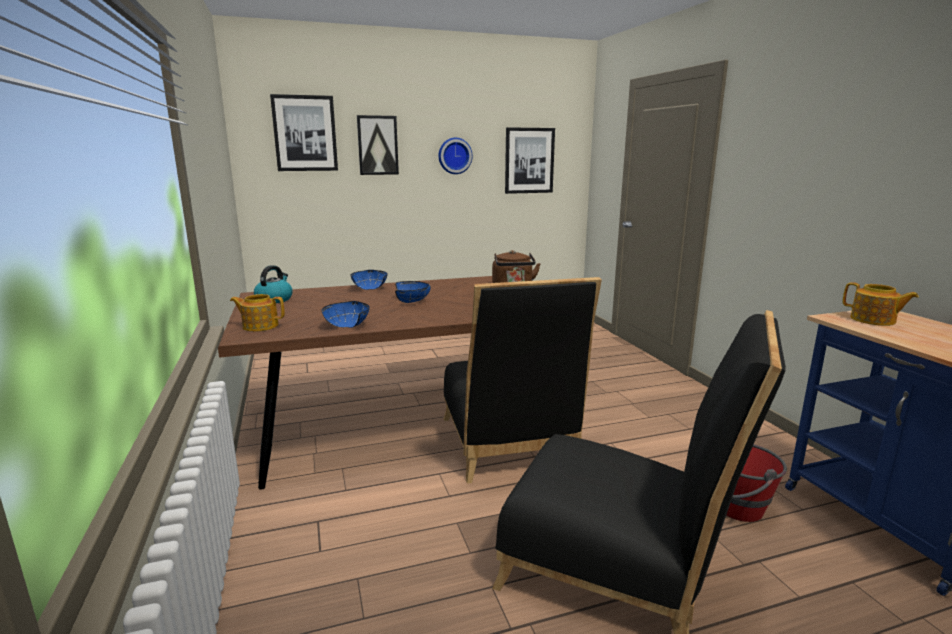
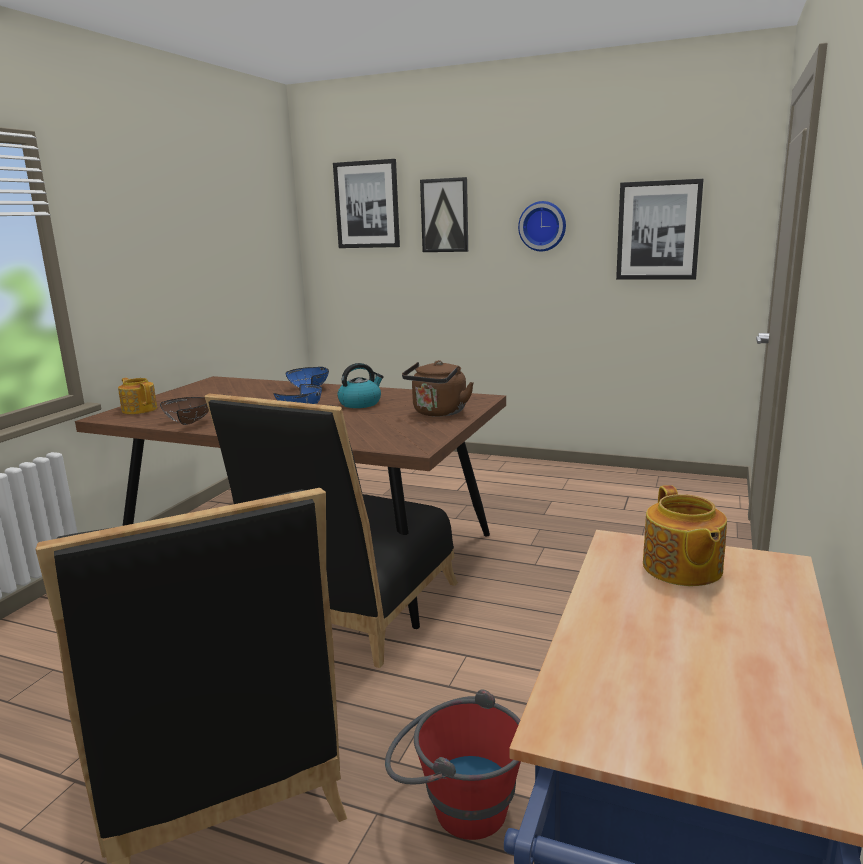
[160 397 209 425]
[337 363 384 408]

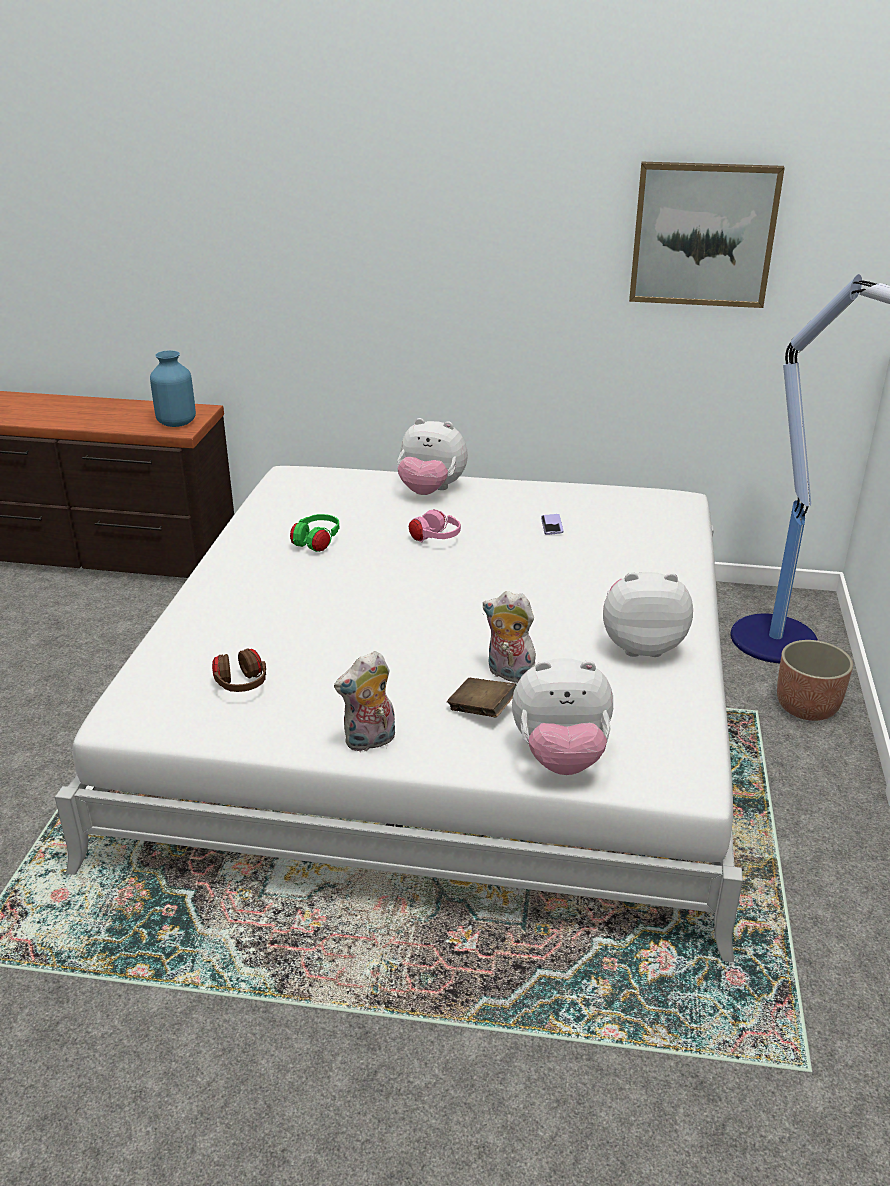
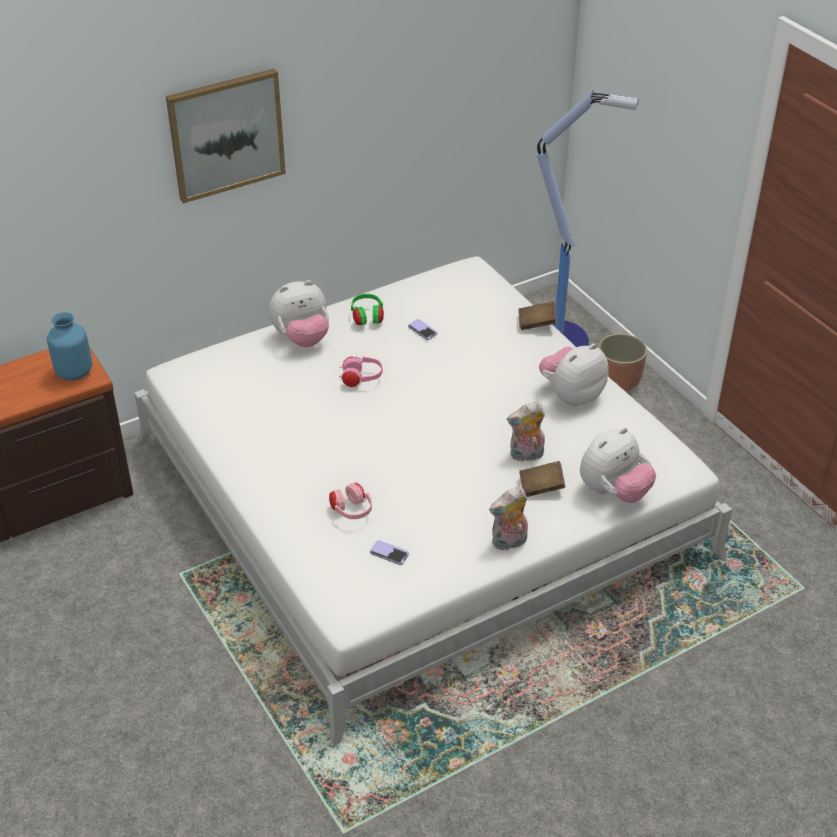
[166 69 286 204]
[329 483 372 519]
[351 294 384 326]
[370 540 409 565]
[489 486 528 551]
[519 301 557 330]

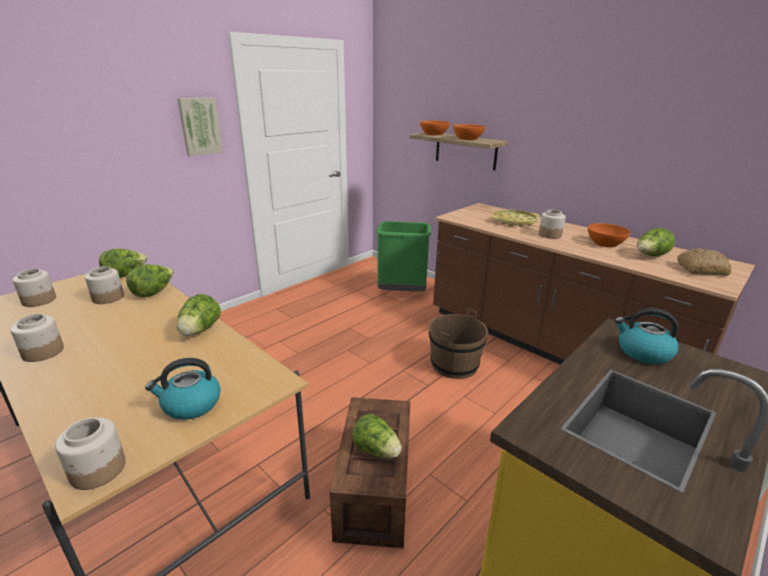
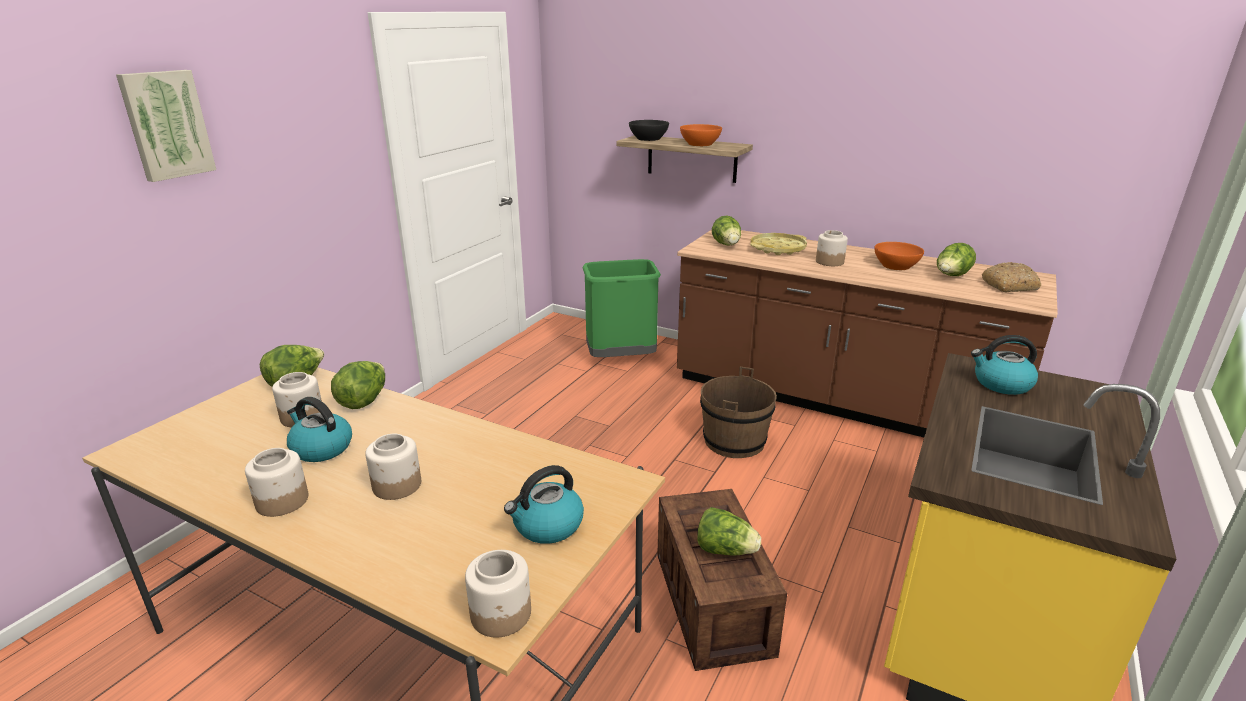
[116 70 216 182]
[287 397 352 462]
[365 434 421 500]
[629 120 669 141]
[712 215 741 246]

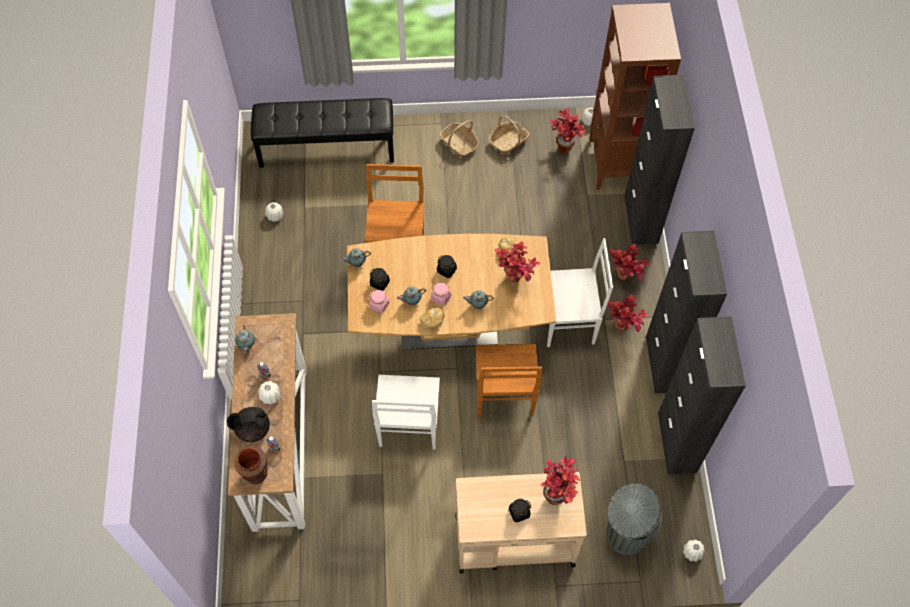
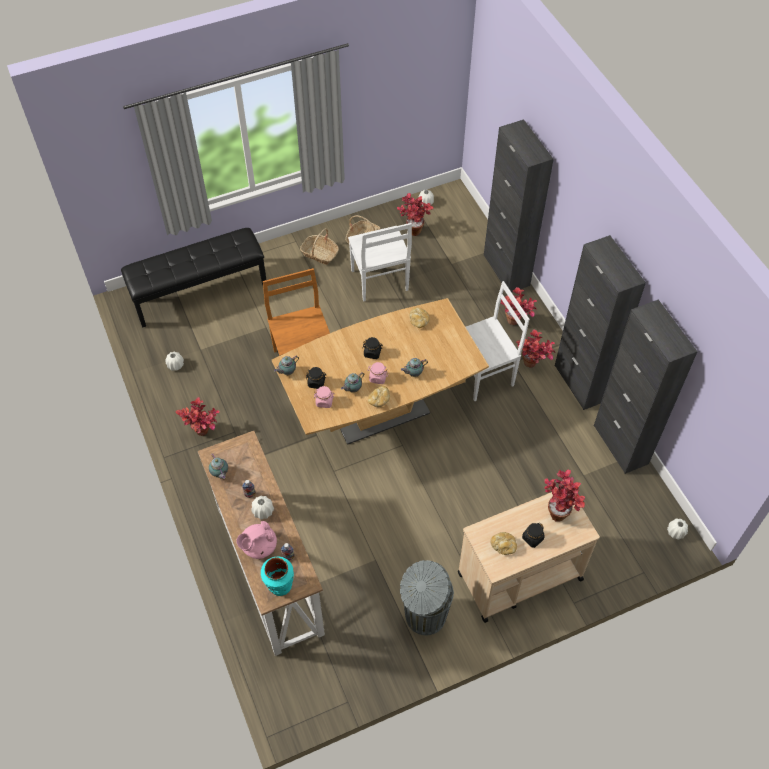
[175 397 220 436]
[236 521 277 559]
[261 557 294 596]
[348 223 412 302]
[400 560 454 635]
[490 532 517 555]
[476 344 542 417] (first image)
[589 3 681 190] (first image)

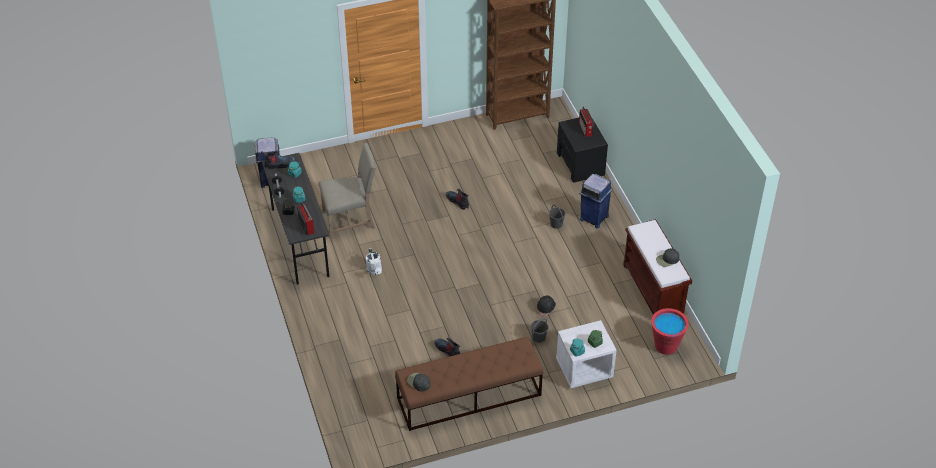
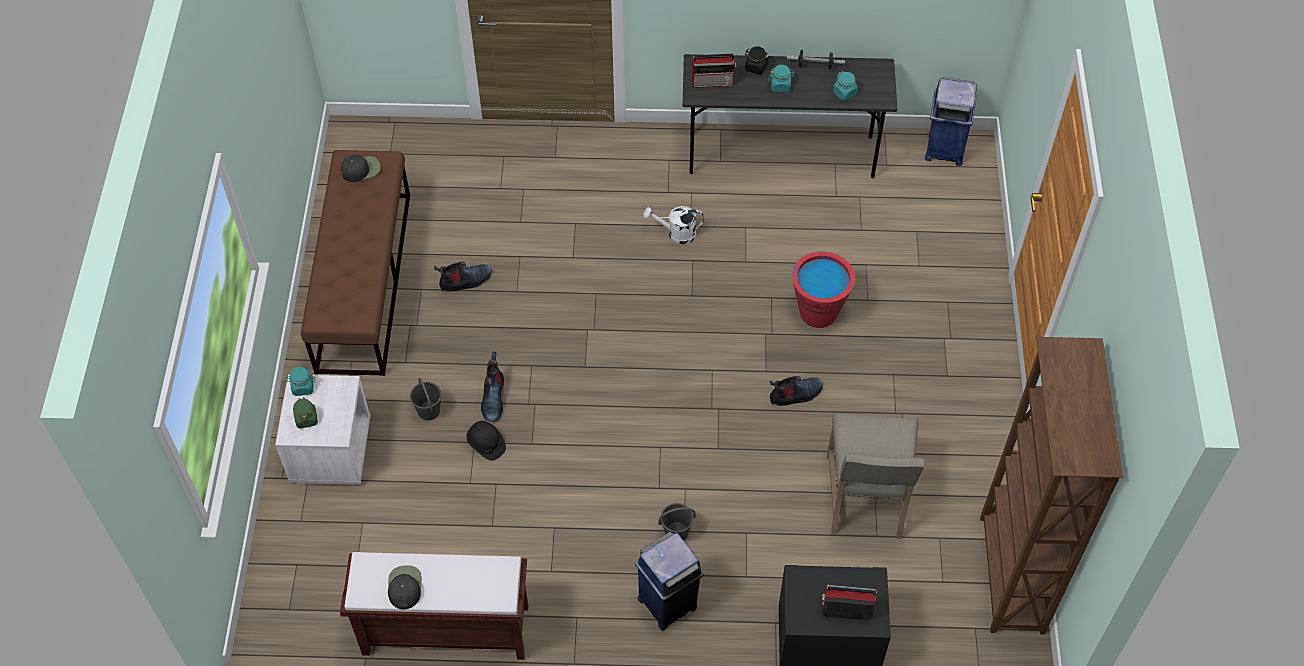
[481 351 504 422]
[792 251 855 328]
[827 413 925 539]

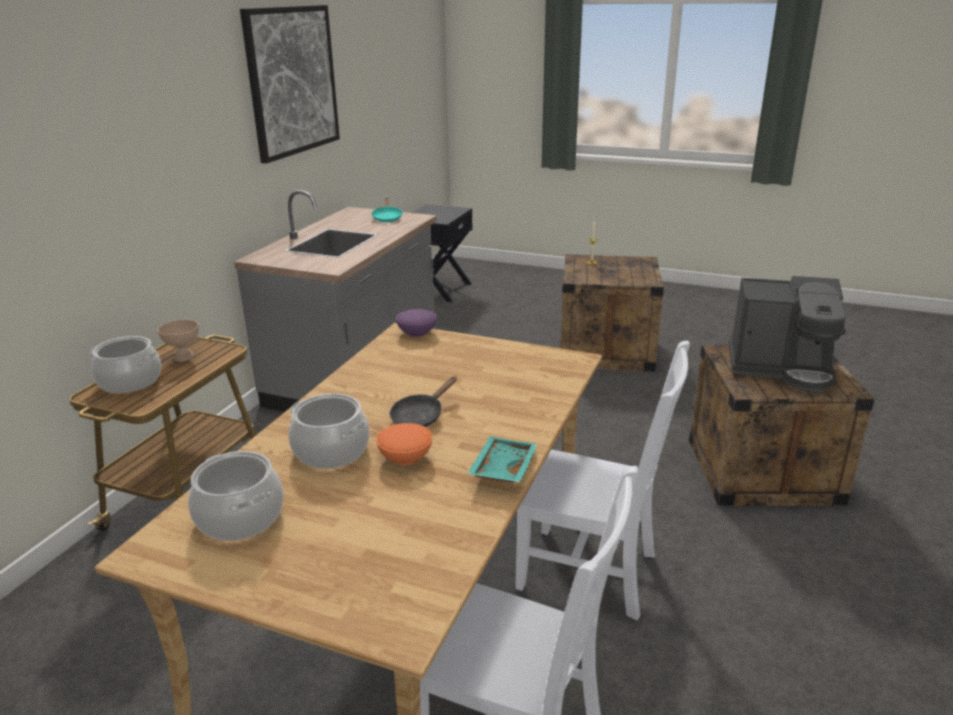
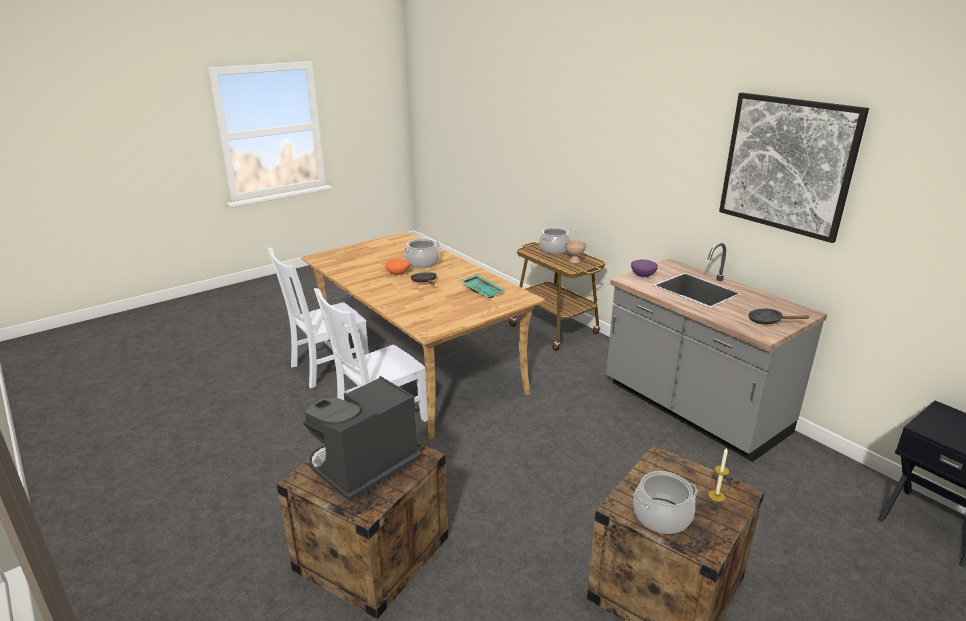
[461 274 504 298]
[631 259 658 278]
[633 471 698 534]
[748 308 809 324]

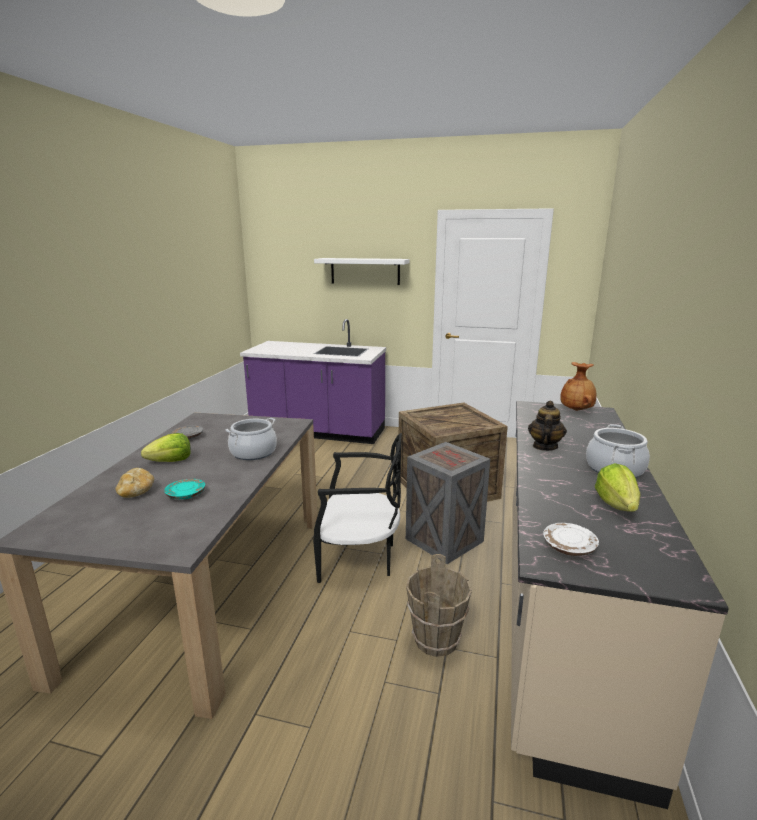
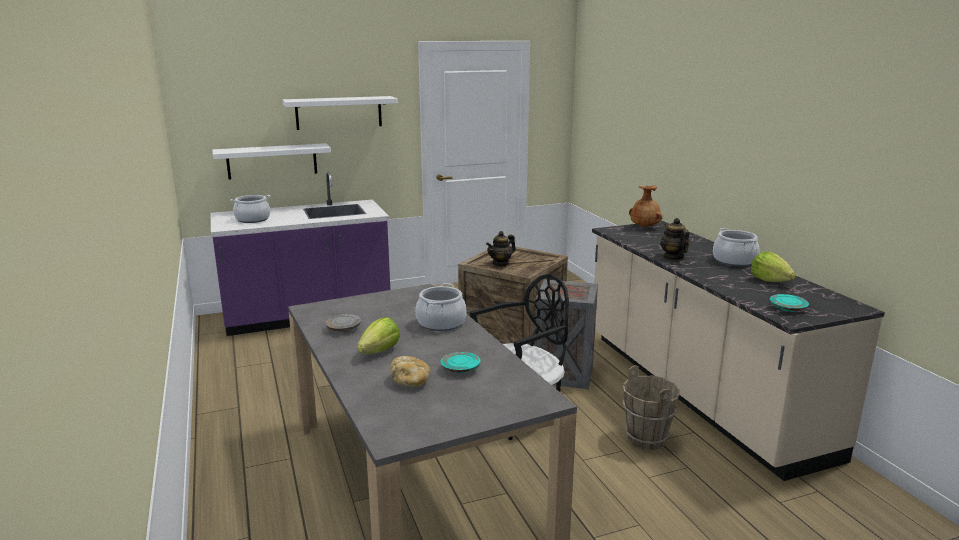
[213 143 331 179]
[230 195 270 223]
[486 231 516 267]
[770 294 809 312]

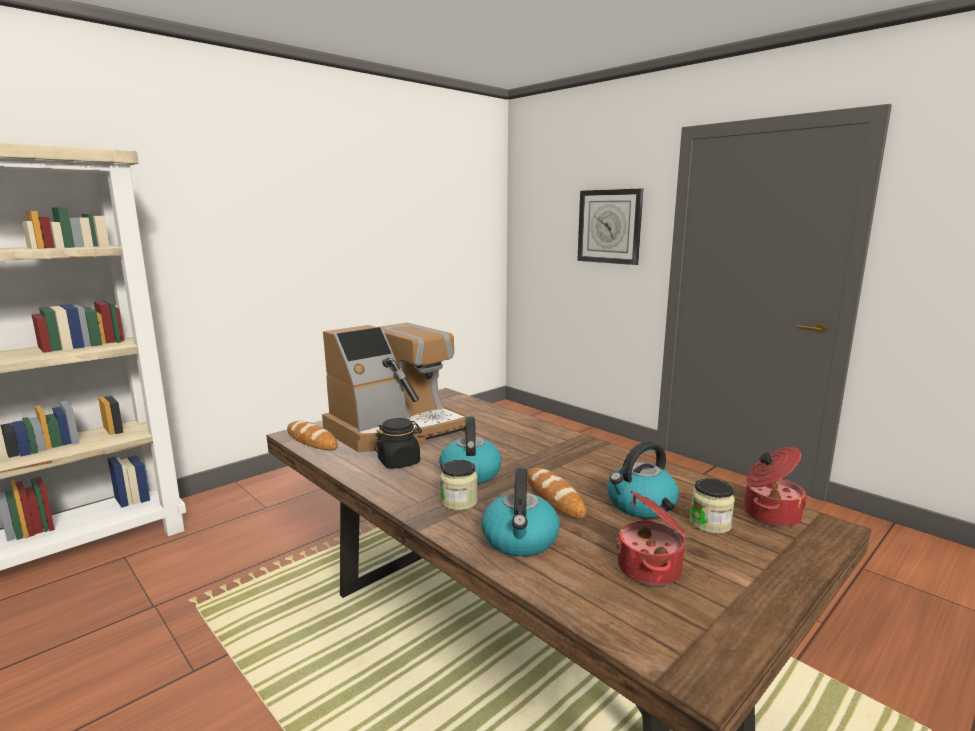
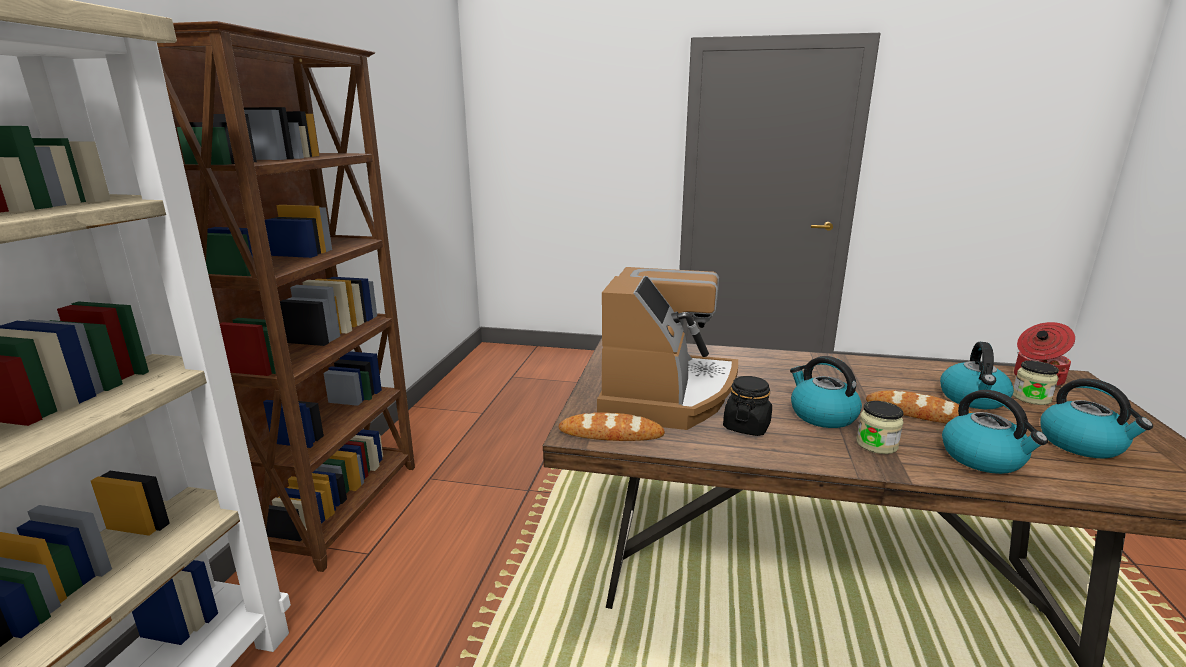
[157 21 415 572]
[1040 378 1153 459]
[577 189 643 265] (first image)

